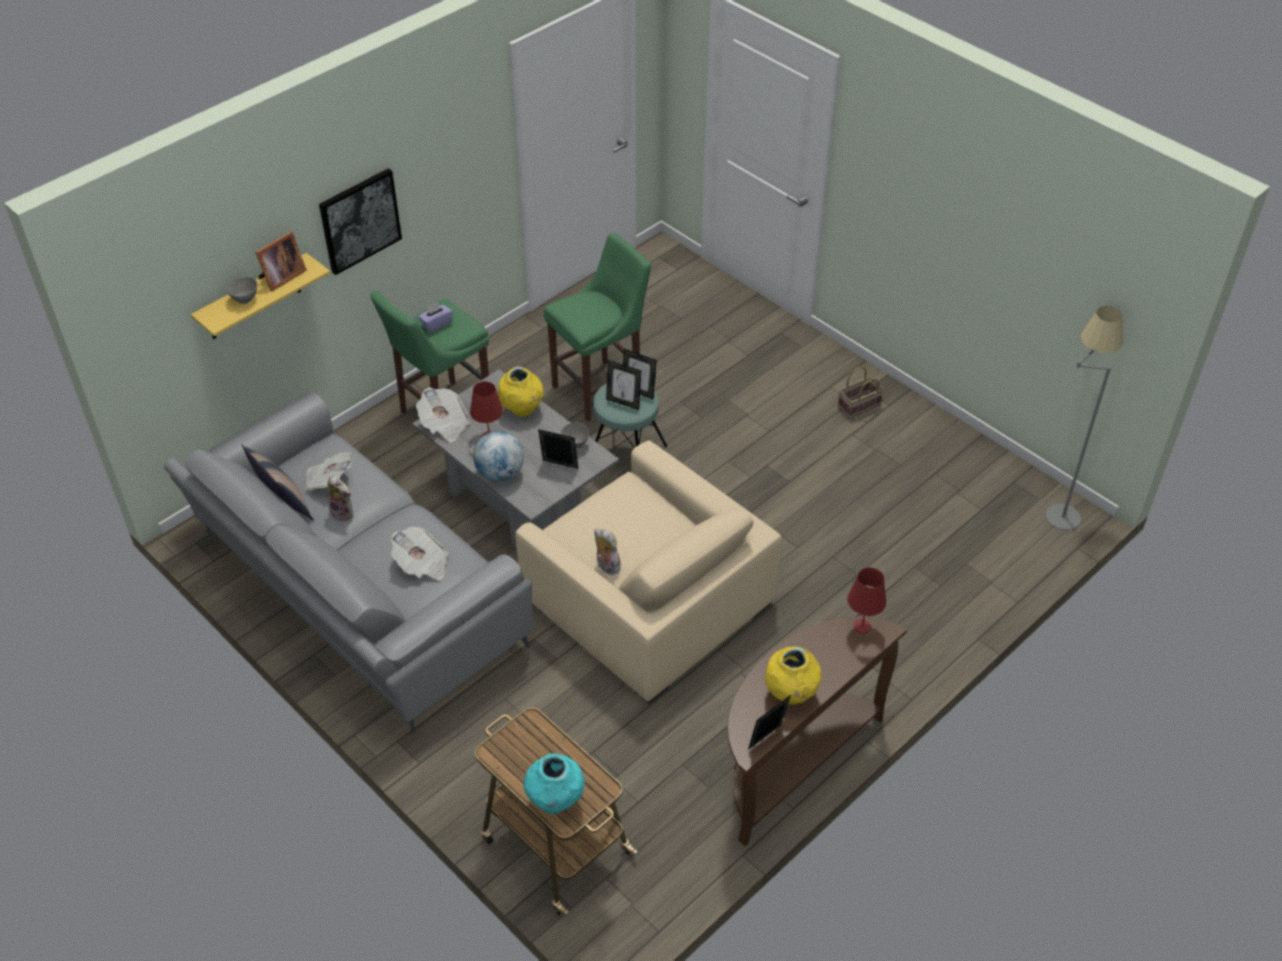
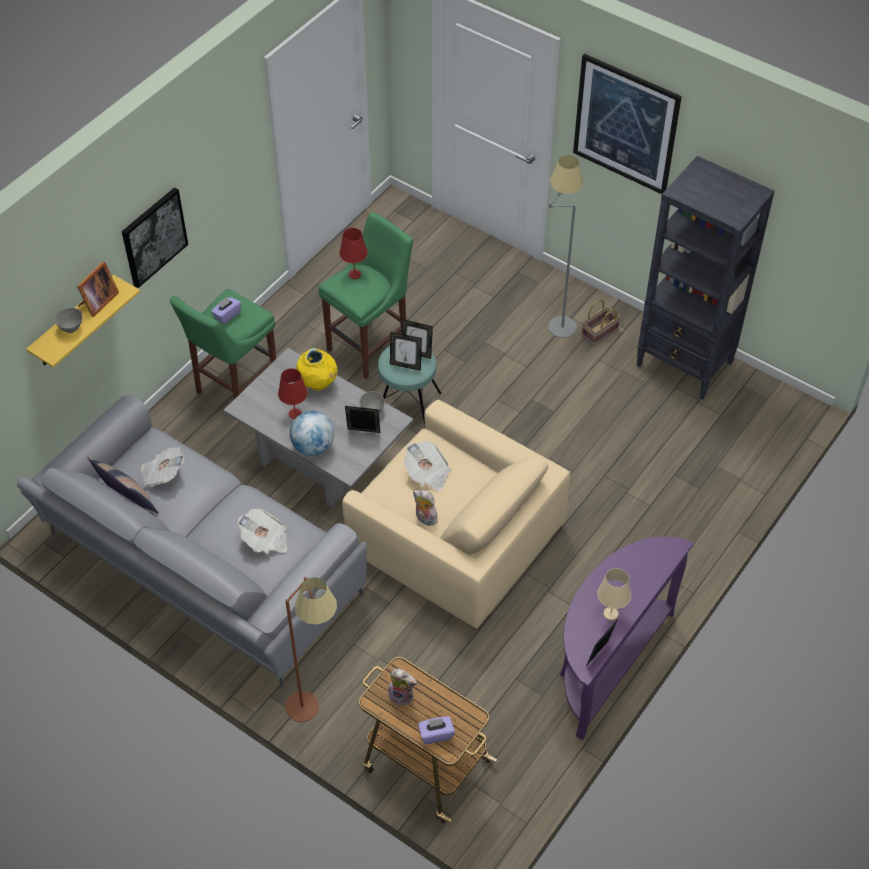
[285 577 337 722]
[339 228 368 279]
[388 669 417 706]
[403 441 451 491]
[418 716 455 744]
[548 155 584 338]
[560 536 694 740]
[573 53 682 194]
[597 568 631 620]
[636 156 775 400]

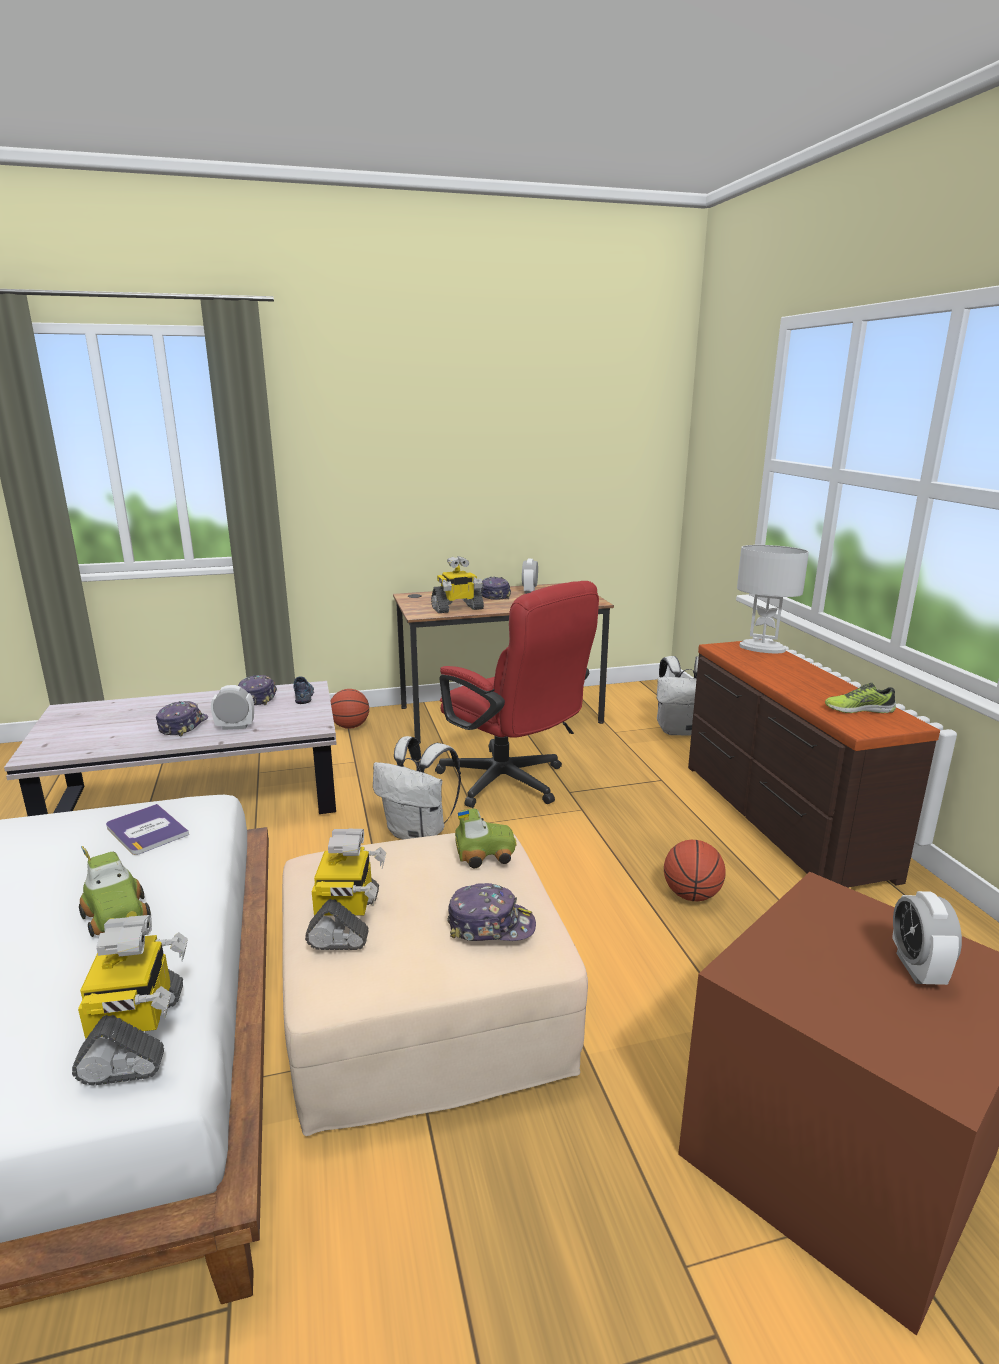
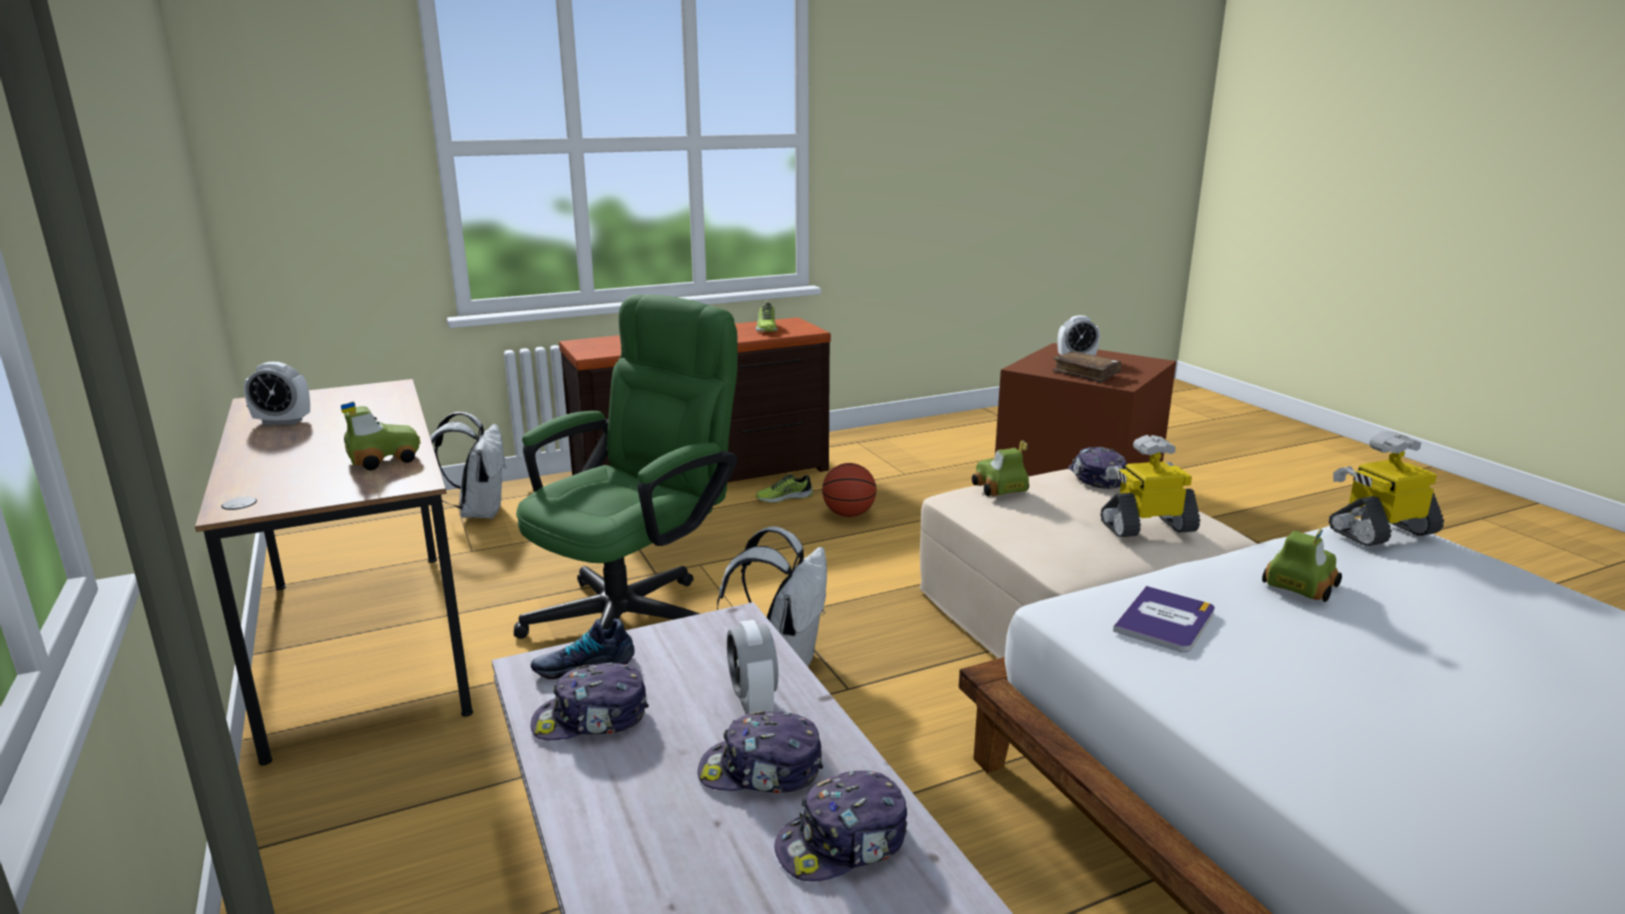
[341 402 420 470]
[514 294 738 639]
[756 474 813 503]
[774 771 907 882]
[1052 351 1121 383]
[330 689 369 729] (first image)
[737 545 809 654] (first image)

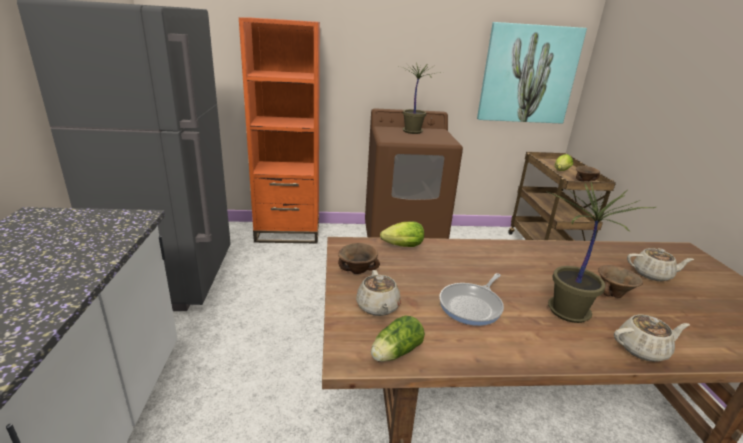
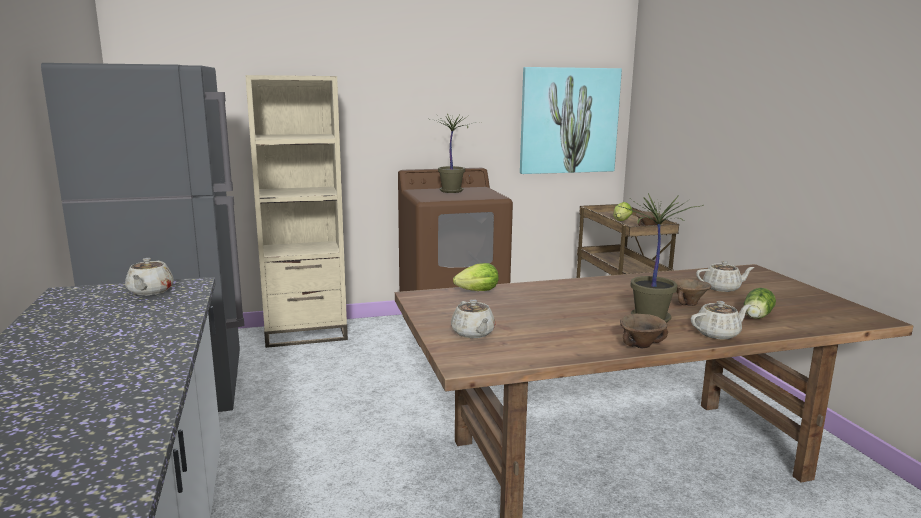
[125 258 174 295]
[245 75 348 348]
[620 314 668 348]
[744 288 776 319]
[439 273 504 326] (first image)

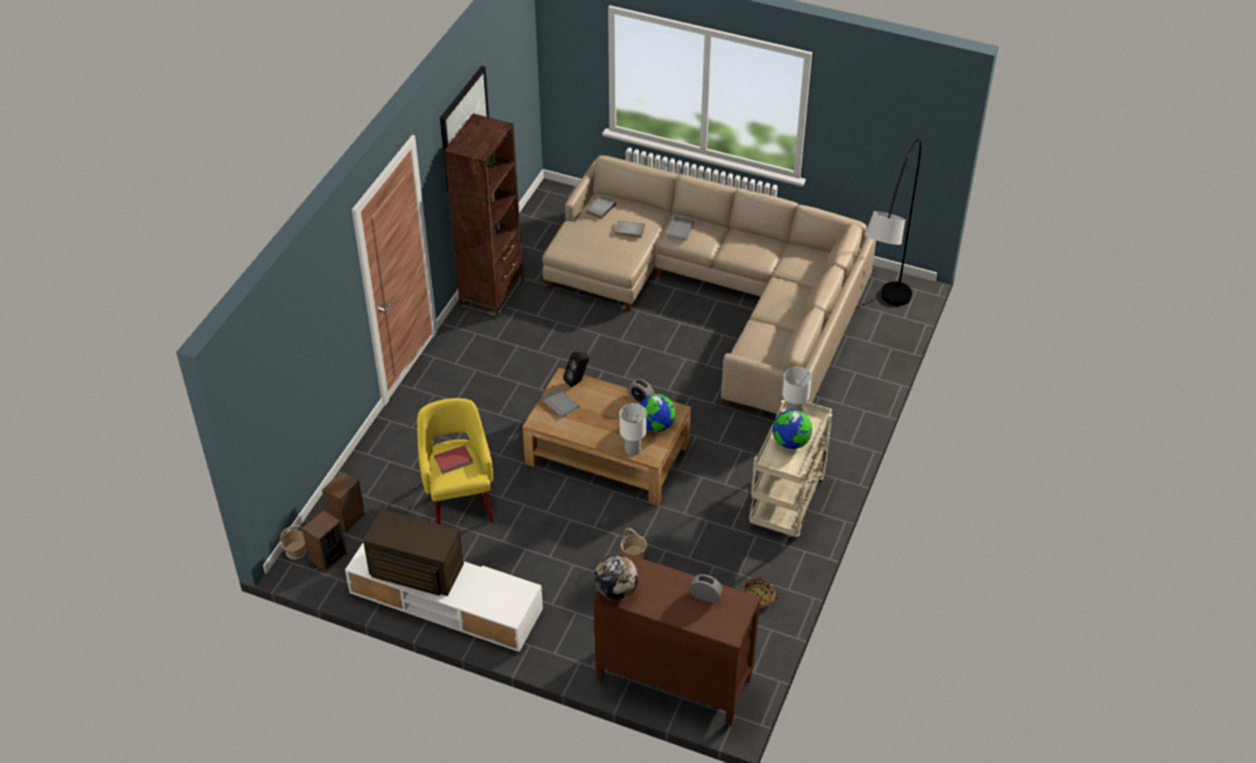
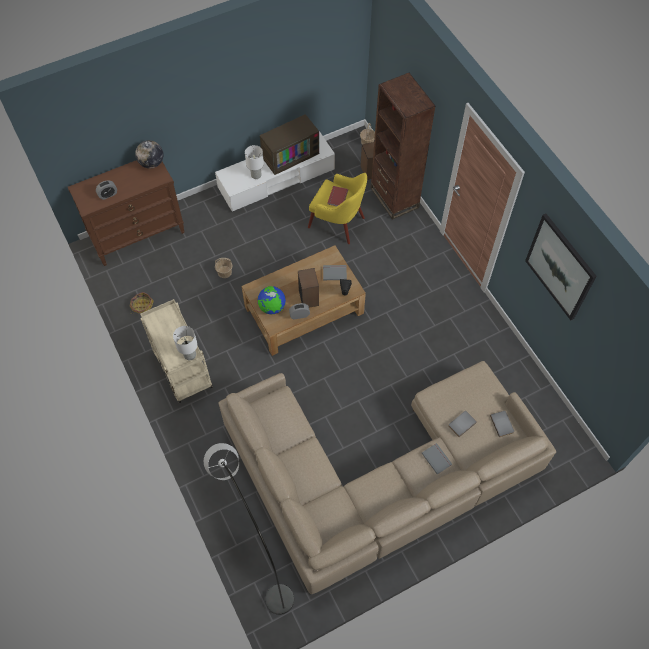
[245 145 264 179]
[298 268 319 308]
[370 73 436 220]
[773 410 812 449] (first image)

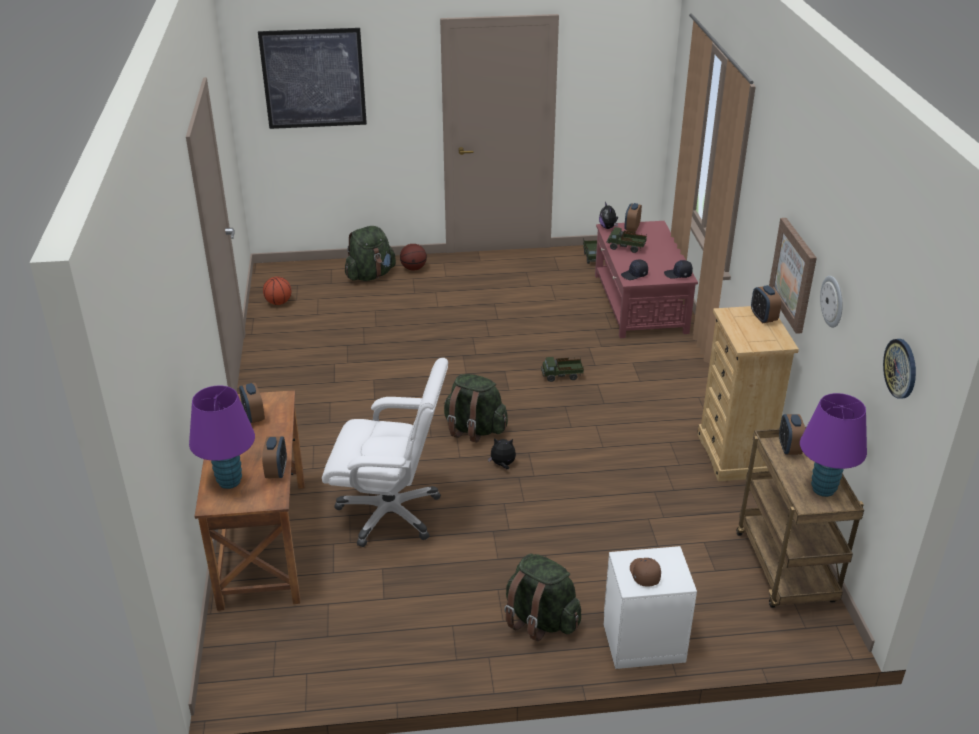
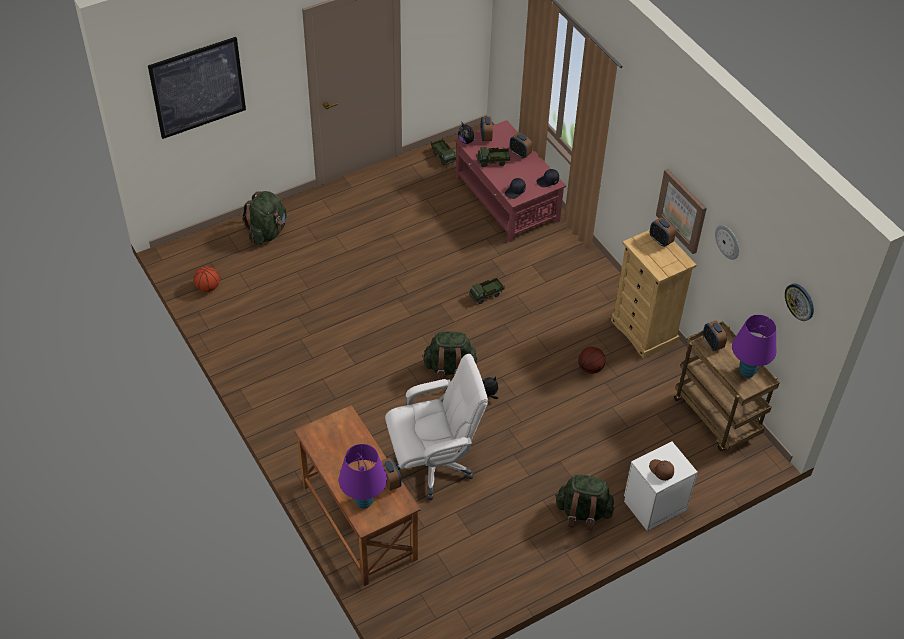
[510 133 532 158]
[578 347 606 374]

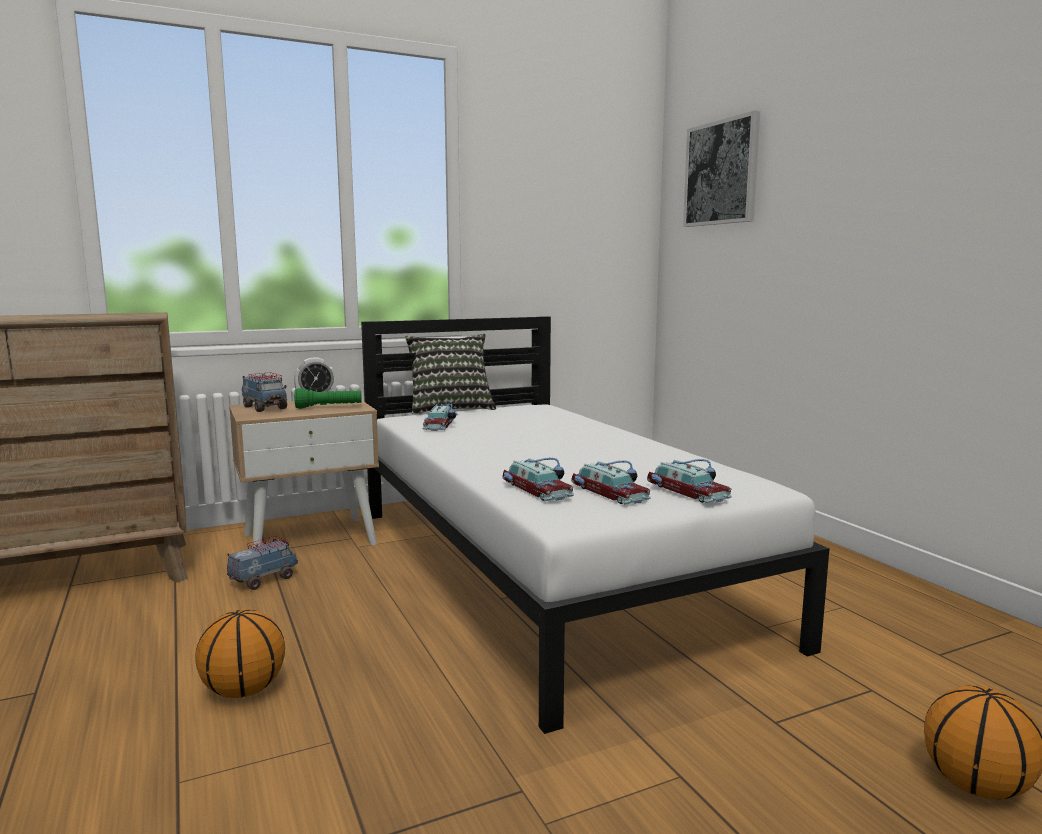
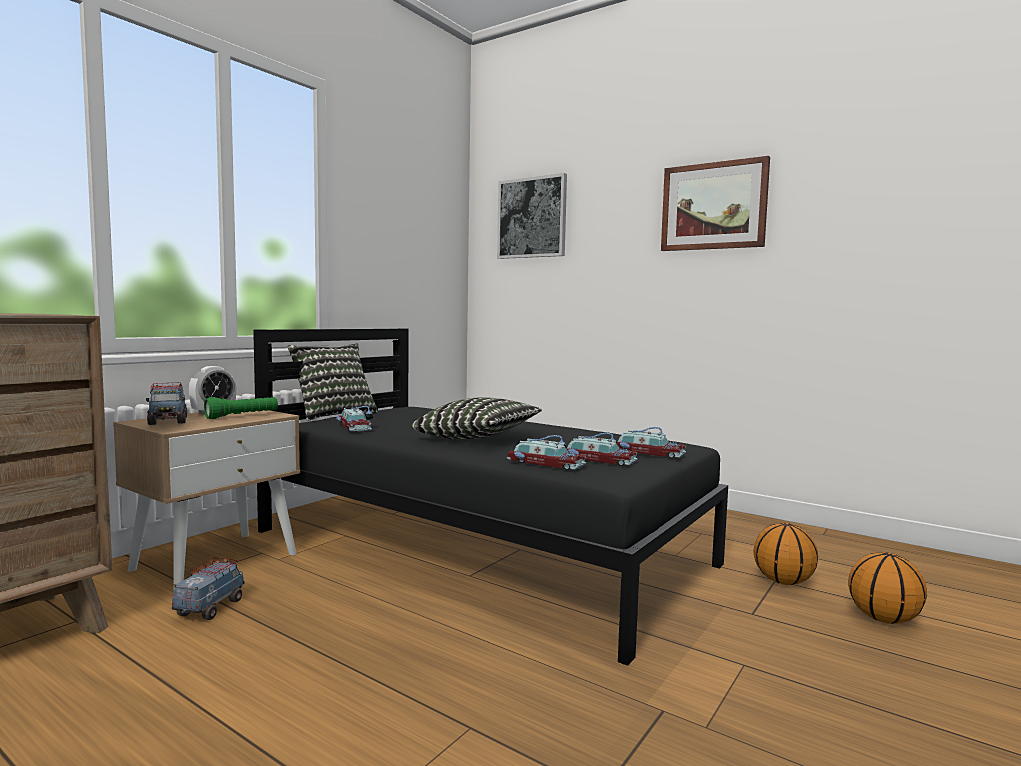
[146 383 187 425]
[253 329 728 666]
[411 397 542 440]
[661 156 770 251]
[754 523 818 585]

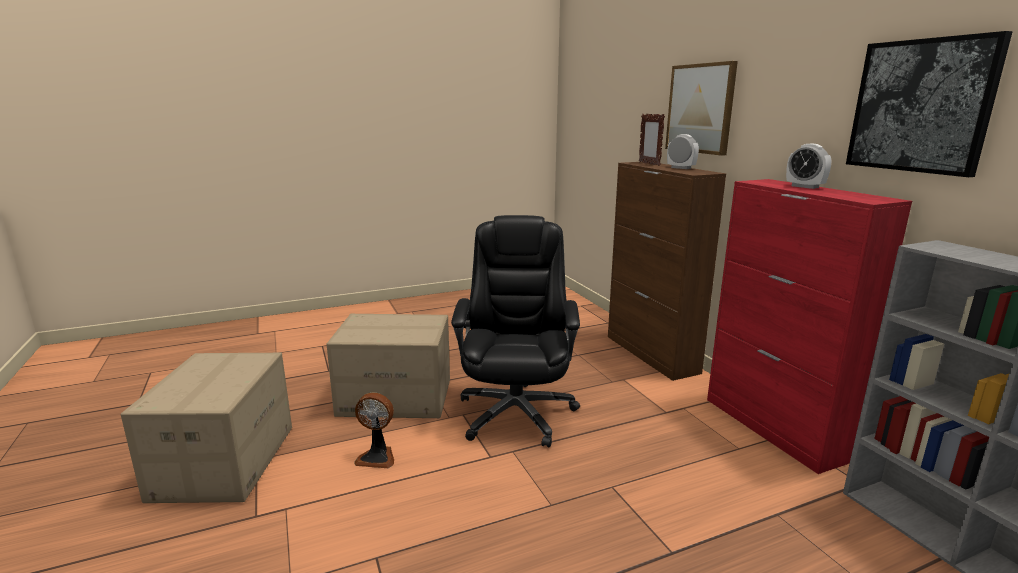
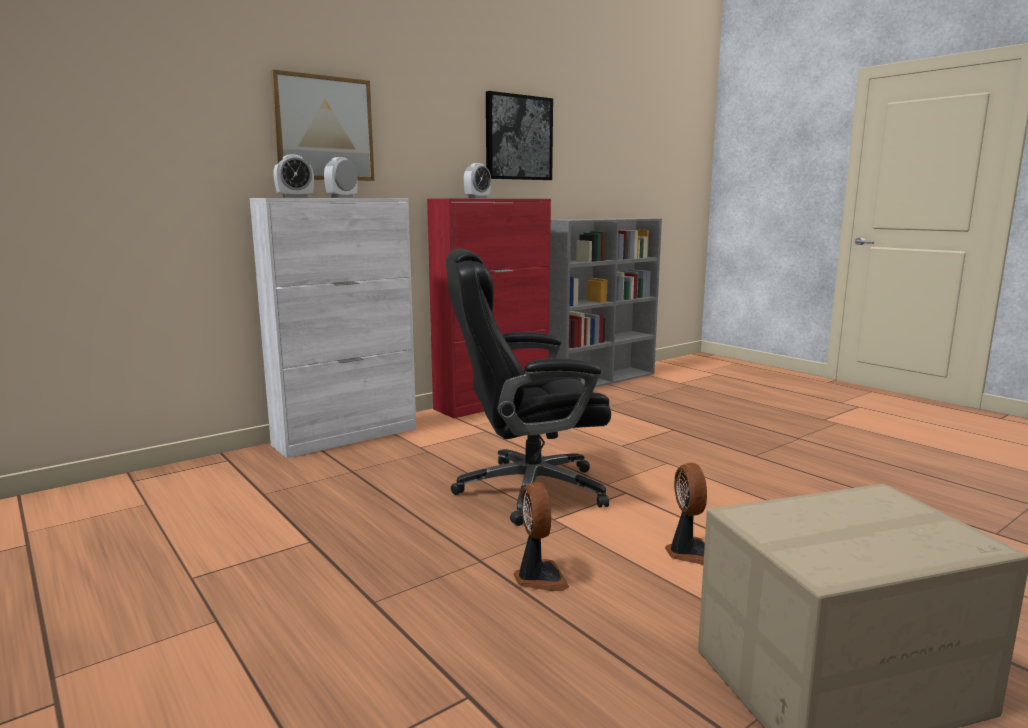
[249 198 416 458]
[273 155 314 198]
[514 482 569 591]

